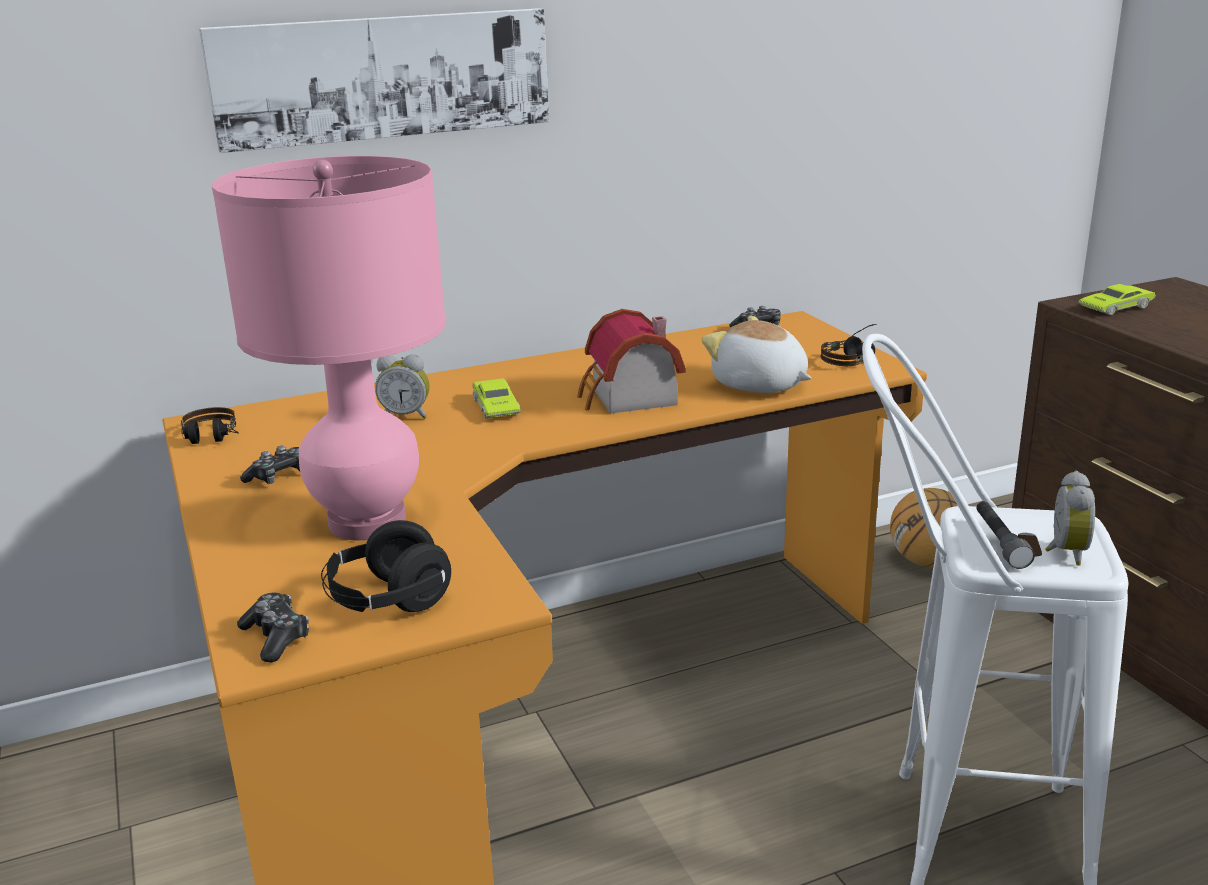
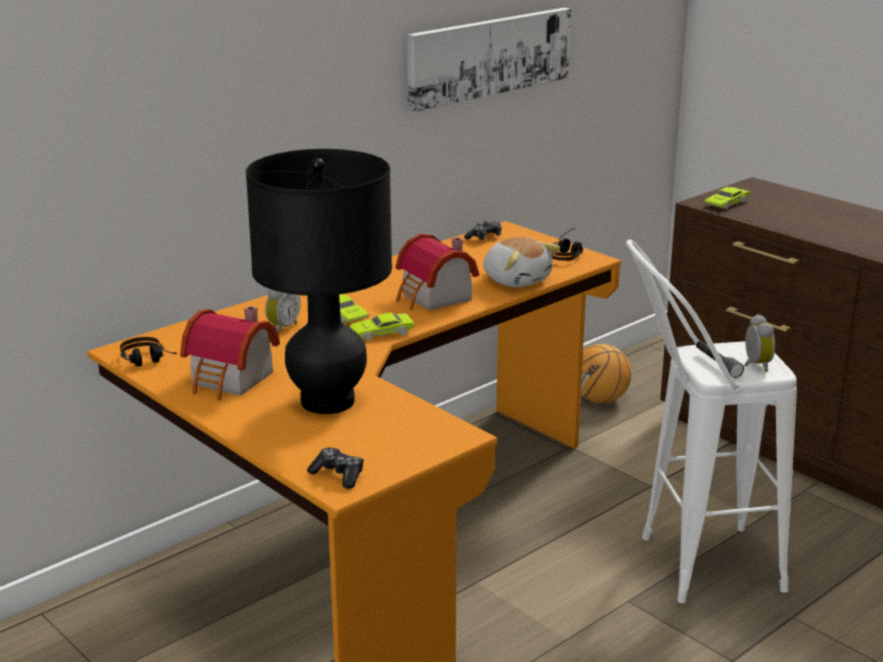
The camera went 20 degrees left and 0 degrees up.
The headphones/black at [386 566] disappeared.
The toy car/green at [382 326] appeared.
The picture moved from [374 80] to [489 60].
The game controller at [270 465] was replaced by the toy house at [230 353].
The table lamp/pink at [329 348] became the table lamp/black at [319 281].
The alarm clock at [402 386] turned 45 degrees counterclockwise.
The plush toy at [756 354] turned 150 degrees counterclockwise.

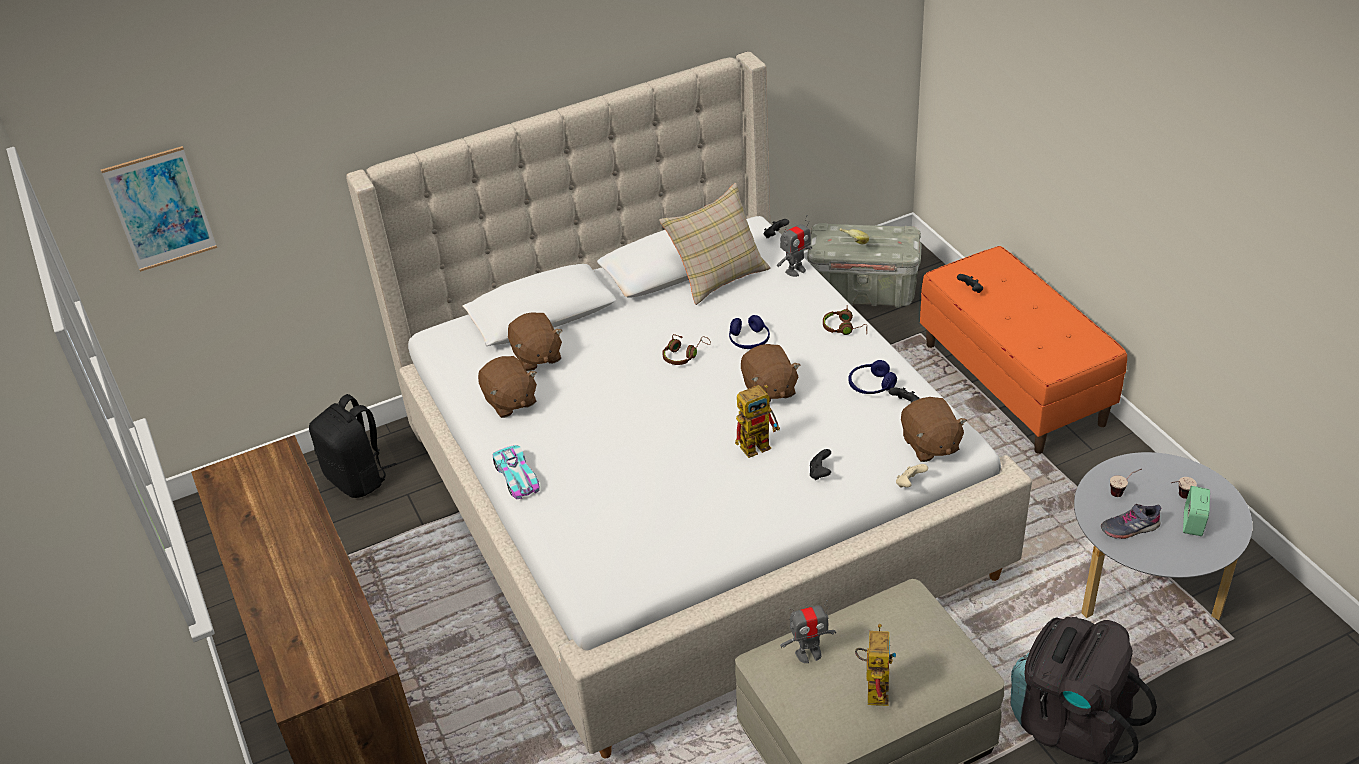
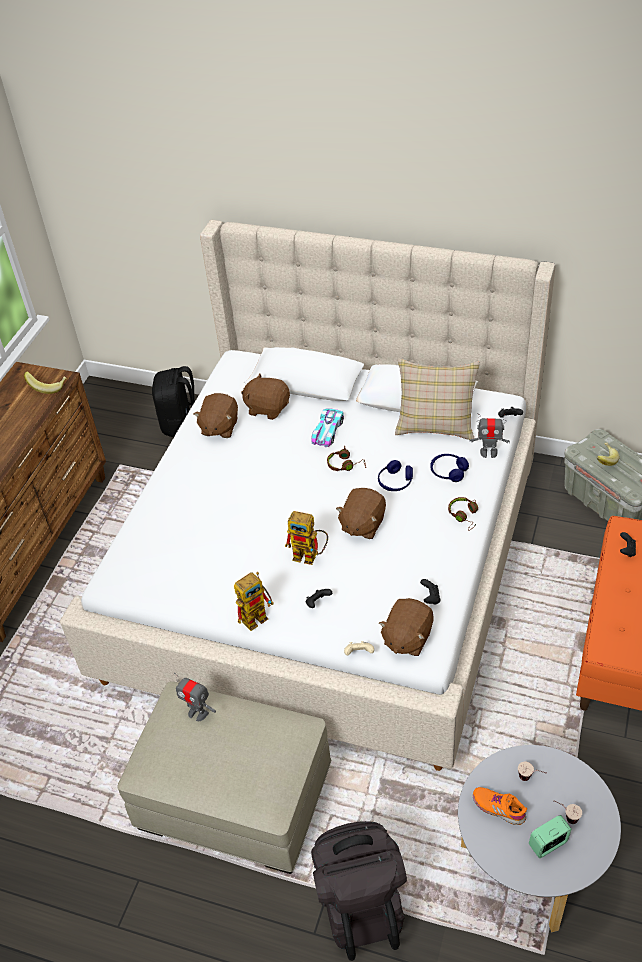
The camera went 45 degrees right and 5 degrees up.
The picture at [159 209] disappeared.
The banana at [45 382] appeared.
The toy car moved from [516 472] to [327 427].
The headphones/blue moved from [872 377] to [449 468].
The toy robot moved from [875 665] to [254 601].
The shoe/grey at [1131 521] became the shoe/orange at [500 806].
The plush toy/brown at [535 341] turned 90 degrees clockwise.

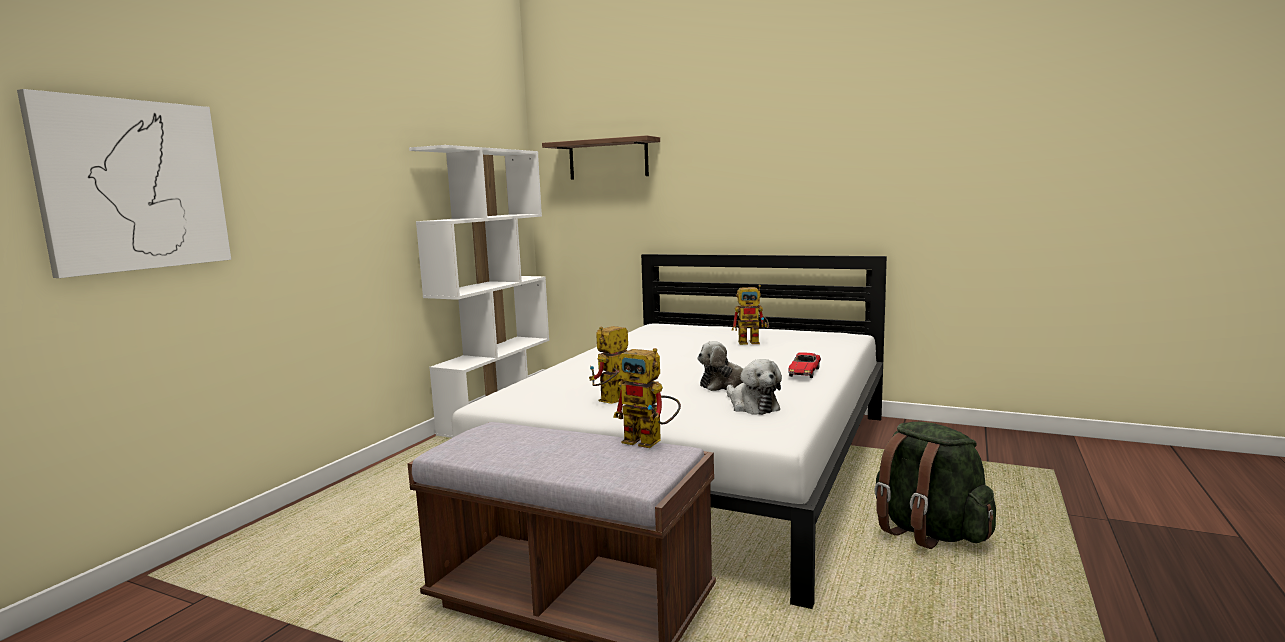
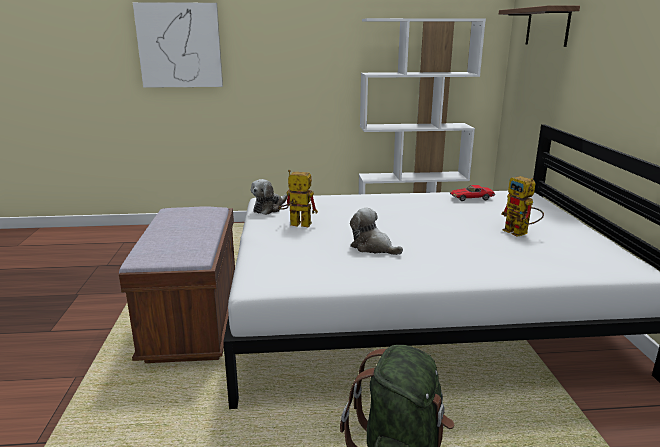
The camera went 60 degrees right and 10 degrees up.
The toy robot at [647 398] disappeared.
The plush toy moved from [754 387] to [269 197].
The toy car moved from [804 365] to [472 193].

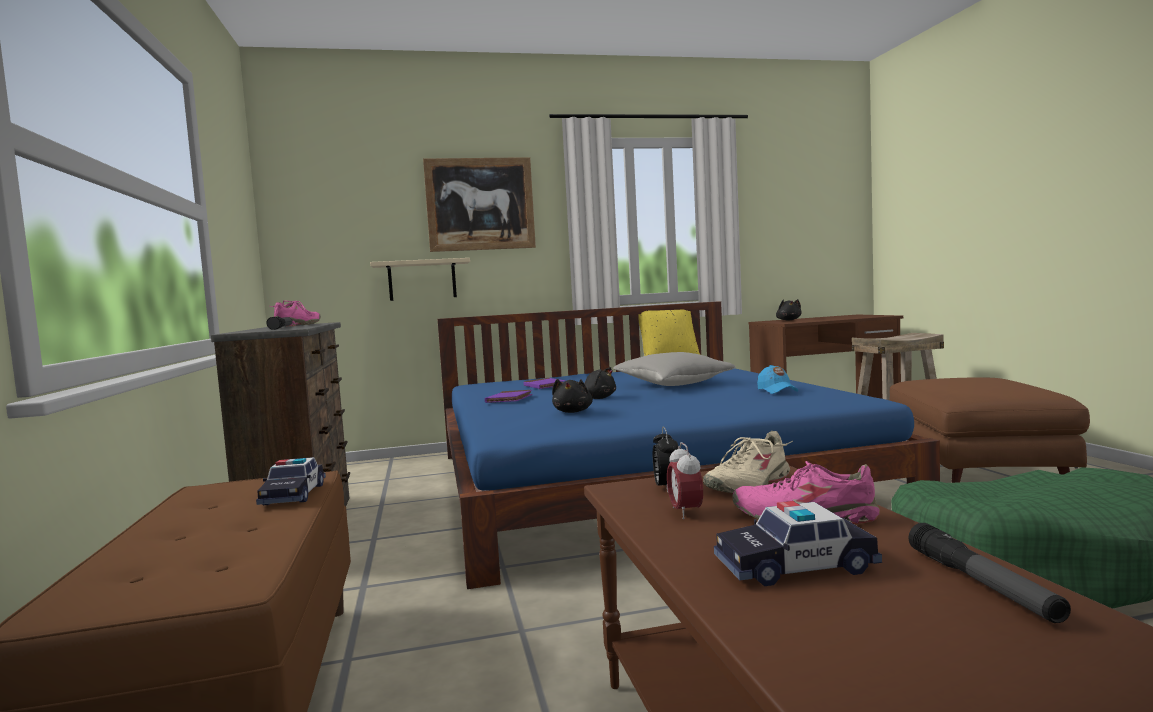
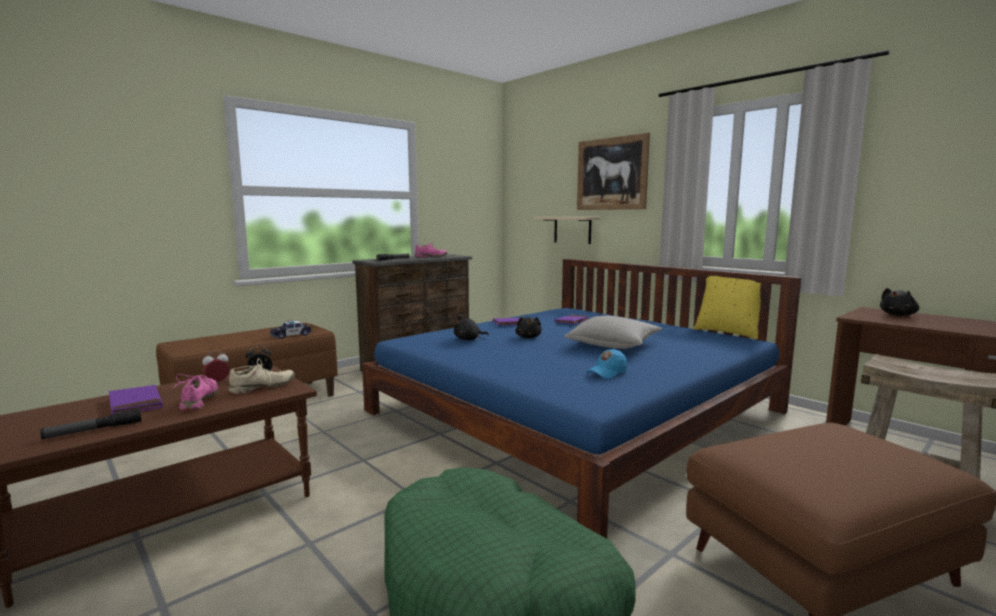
The camera went 60 degrees right and 5 degrees up.
The toy car at [798 543] was replaced by the book/purple at [136 399].
The shoe/beige at [748 462] turned 120 degrees clockwise.

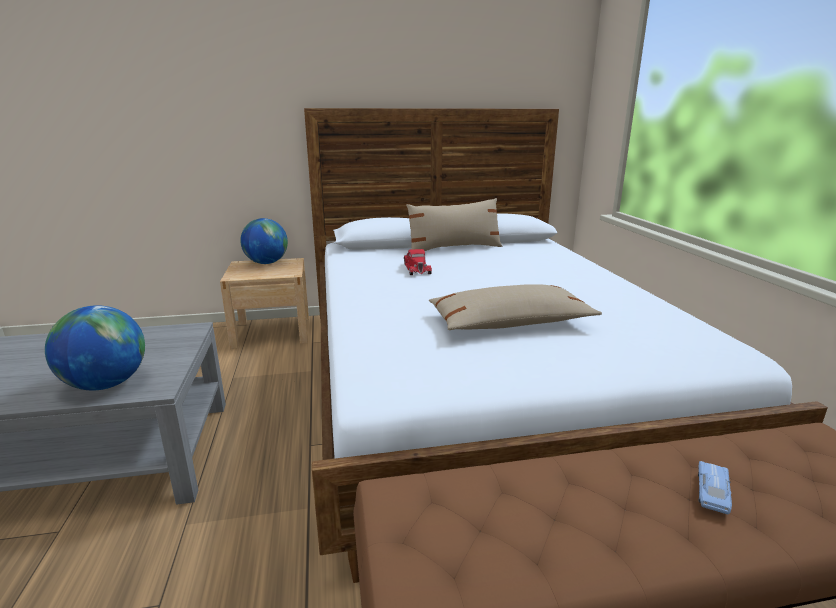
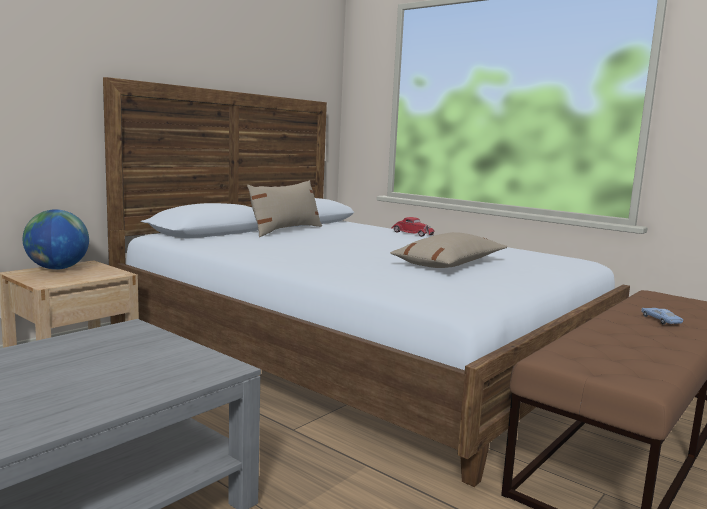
The camera went 40 degrees left and 10 degrees down.
The globe at [95 347] disappeared.
The toy car/red moved from [417 262] to [413 227].

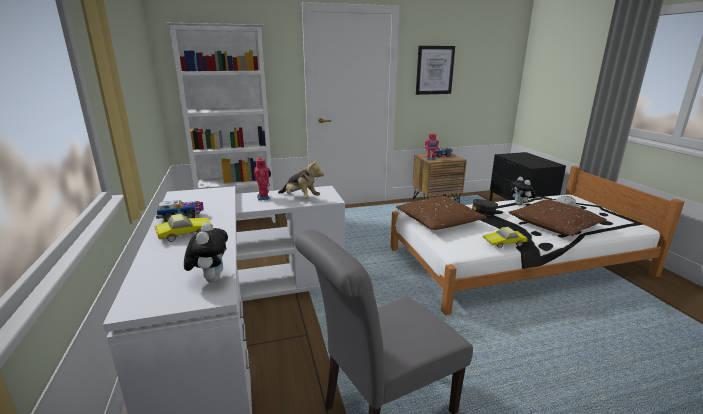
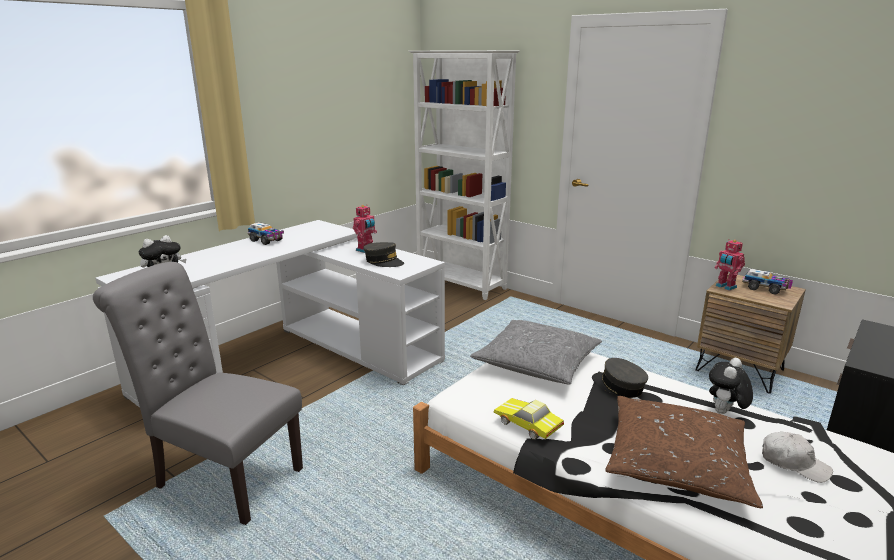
The camera went 55 degrees right and 0 degrees up.
The toy car at [184 228] disappeared.
The picture at [435 70] disappeared.
The plush toy at [301 179] was replaced by the cap/grey at [383 254].
The pillow/brown at [441 213] became the pillow/grey at [536 352].

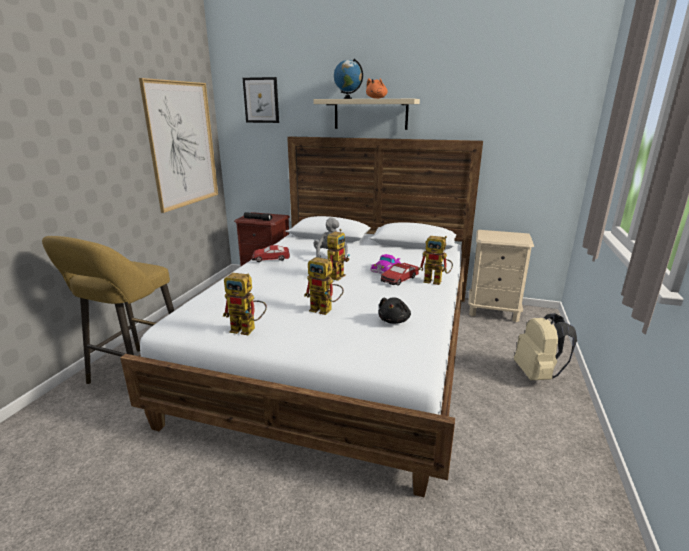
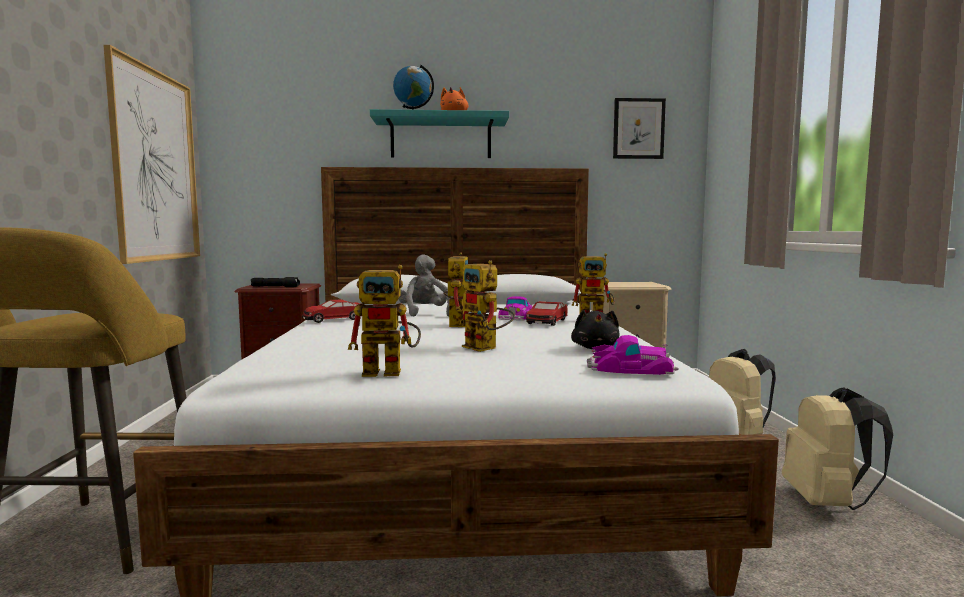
The camera went 20 degrees left and 15 degrees down.
The toy car at [633 355] appeared.
The backpack/beige at [837 448] appeared.
The picture moved from [261 100] to [639 128].
The shelf/beige at [366 114] became the shelf/turquoise at [439 133].
The toy robot at [324 286] turned 45 degrees clockwise.

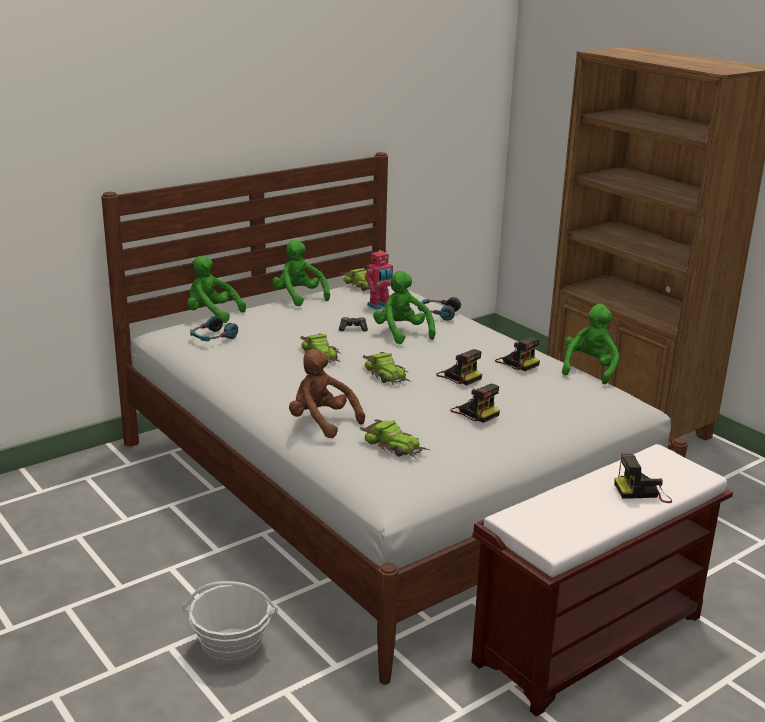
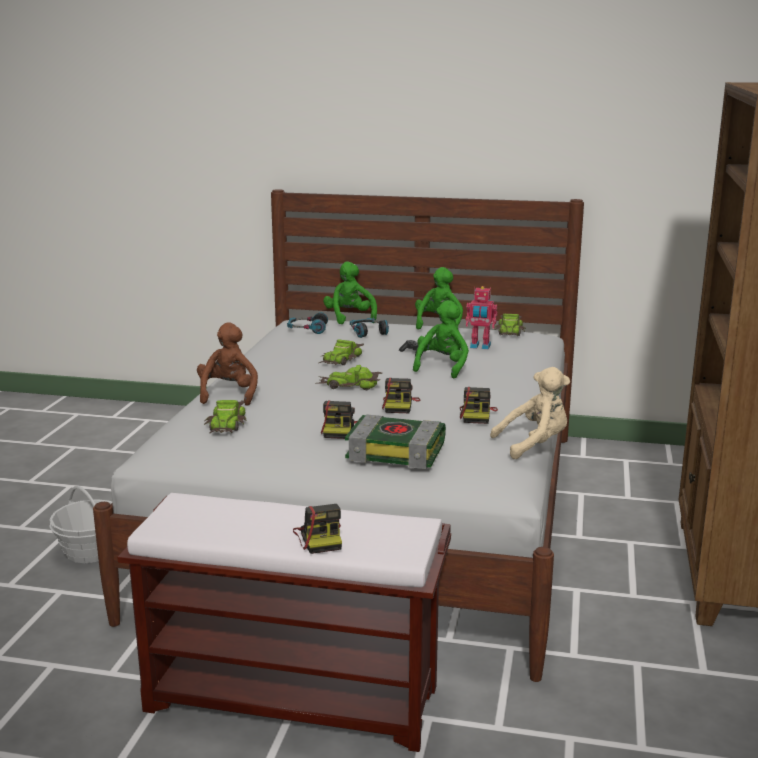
The camera went 50 degrees right and 5 degrees down.
The book at [395 442] appeared.
The headphones moved from [439 308] to [369 328].
The plush toy/green at [590 344] became the plush toy/beige at [530 413].
The toy car at [386 368] turned 75 degrees clockwise.
The photo camera at [643 478] turned 150 degrees counterclockwise.

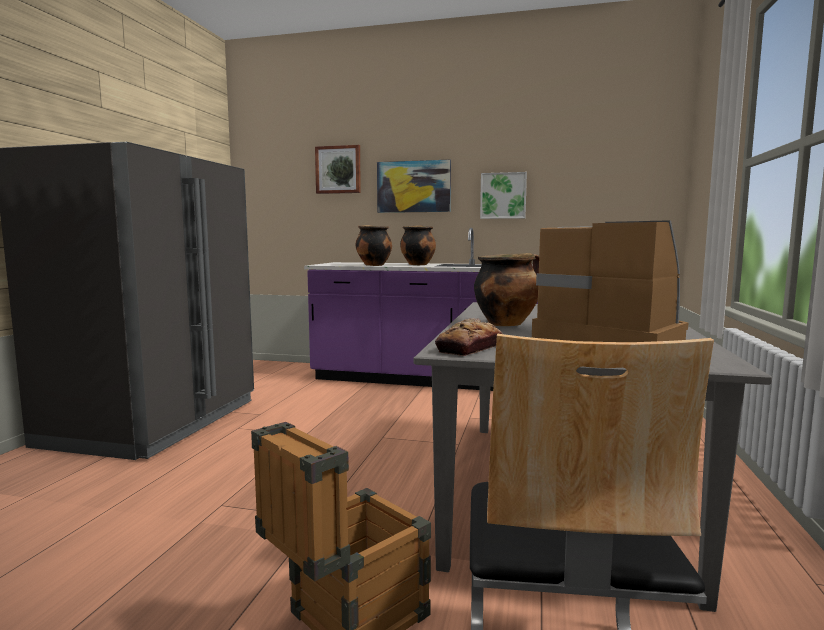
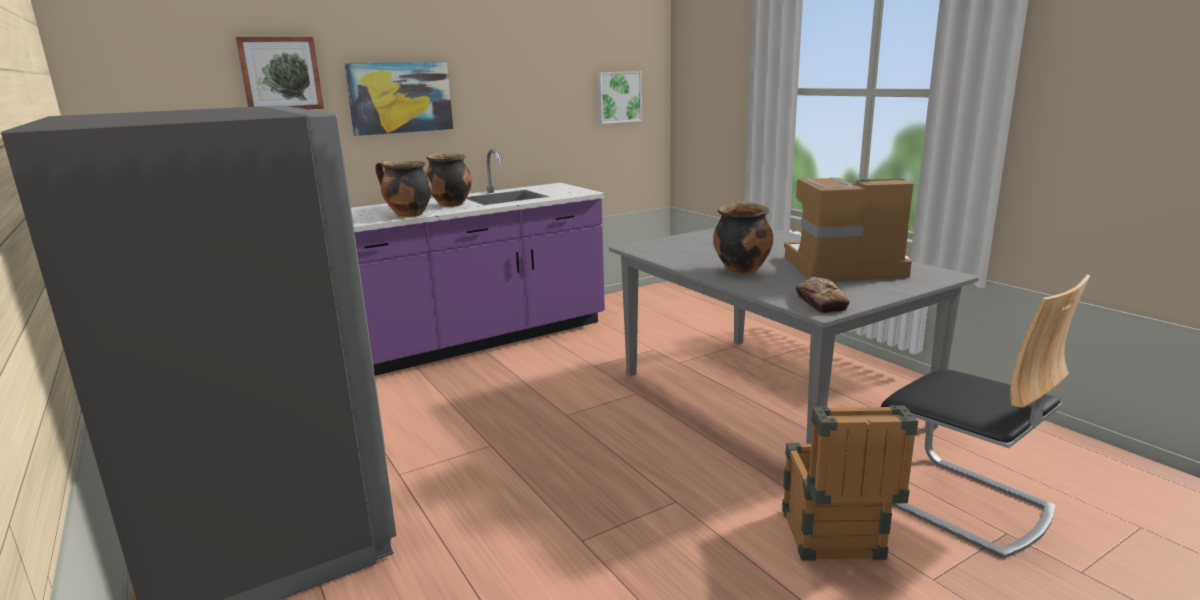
The camera went 45 degrees left and 10 degrees up.
The picture moved from [503 195] to [619 97].

